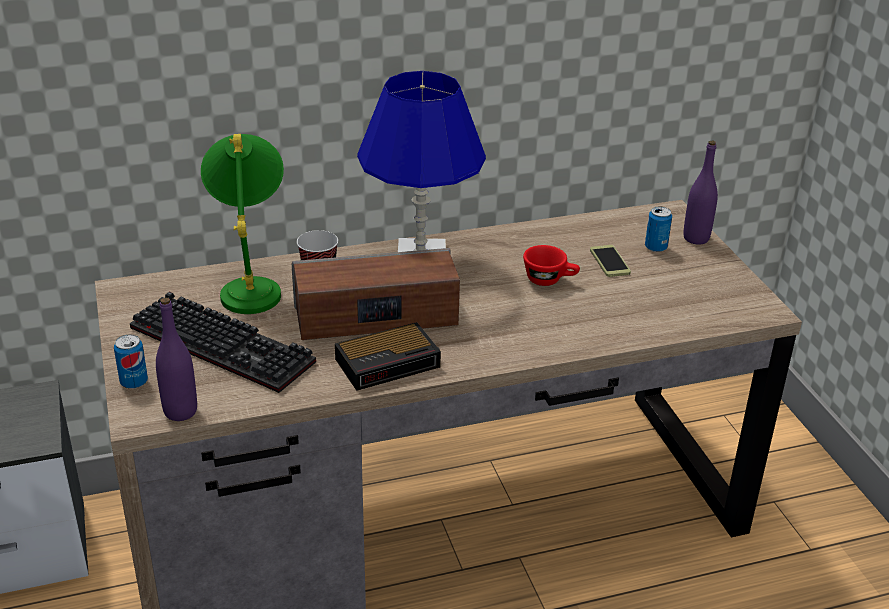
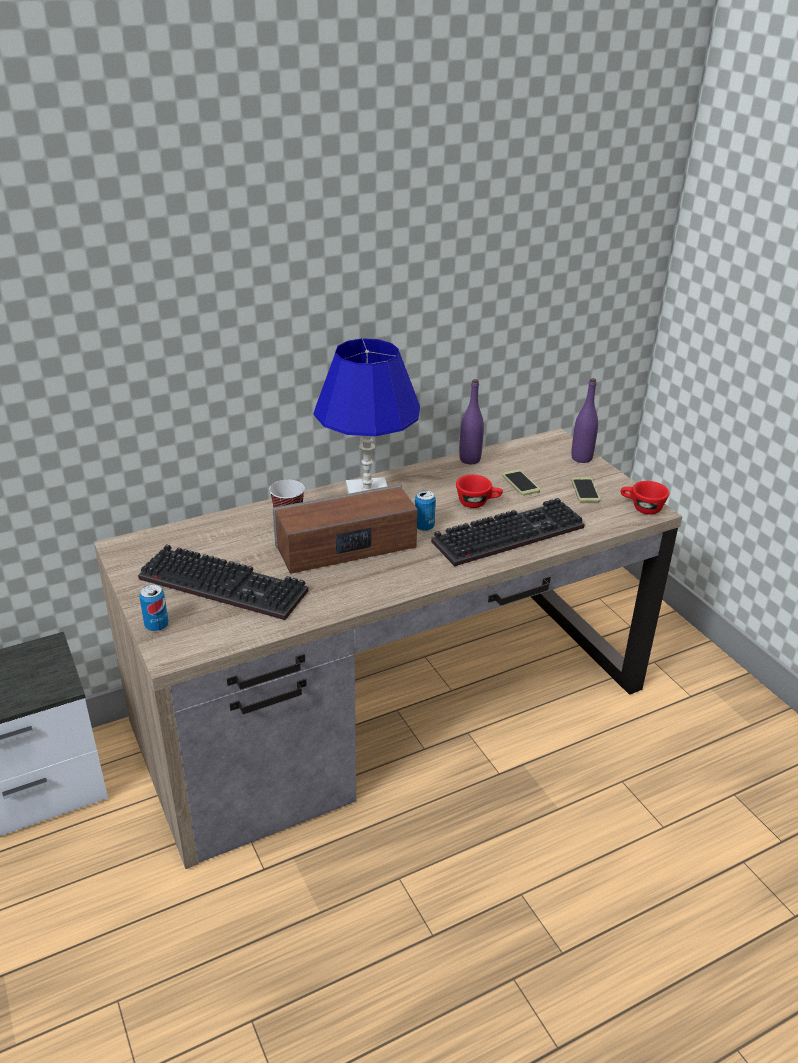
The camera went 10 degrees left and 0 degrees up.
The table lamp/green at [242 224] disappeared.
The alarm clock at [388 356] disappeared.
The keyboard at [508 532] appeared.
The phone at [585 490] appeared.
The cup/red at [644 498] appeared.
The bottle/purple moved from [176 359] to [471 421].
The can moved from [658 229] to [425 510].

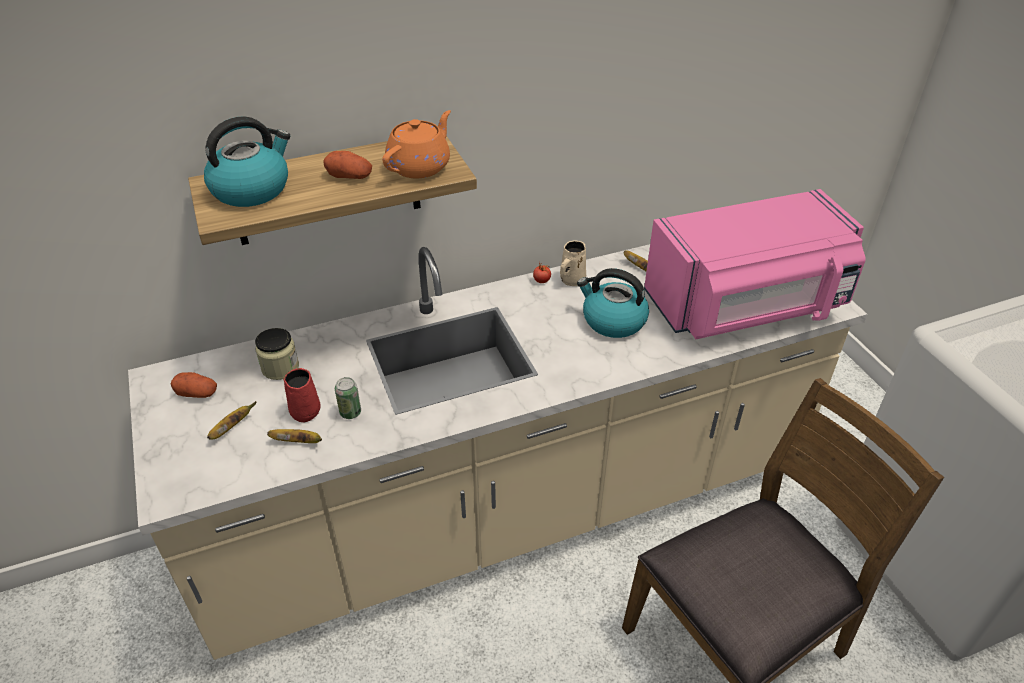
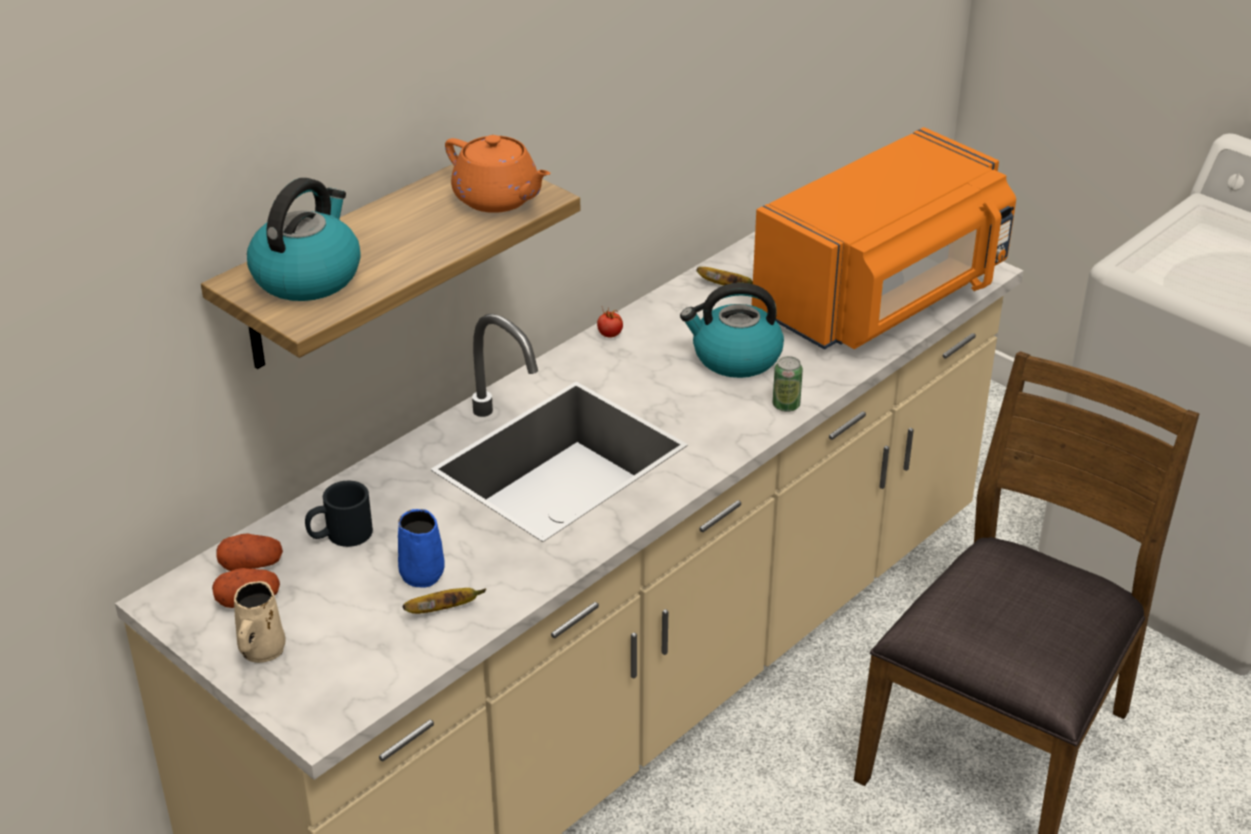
The camera went 25 degrees left and 5 degrees down.
The banana at [231 420] disappeared.
The potato moved from [347 165] to [249 552].
The can moved from [348 398] to [788 384].
The mug/beige moved from [573 263] to [260 622].
The jar at [277 354] was replaced by the mug/black at [339 514].
The mug/red at [302 395] became the mug/blue at [421 548].
The microwave/pink at [755 264] became the microwave/orange at [884 238].
The teapot/orange at [416 144] turned 120 degrees clockwise.

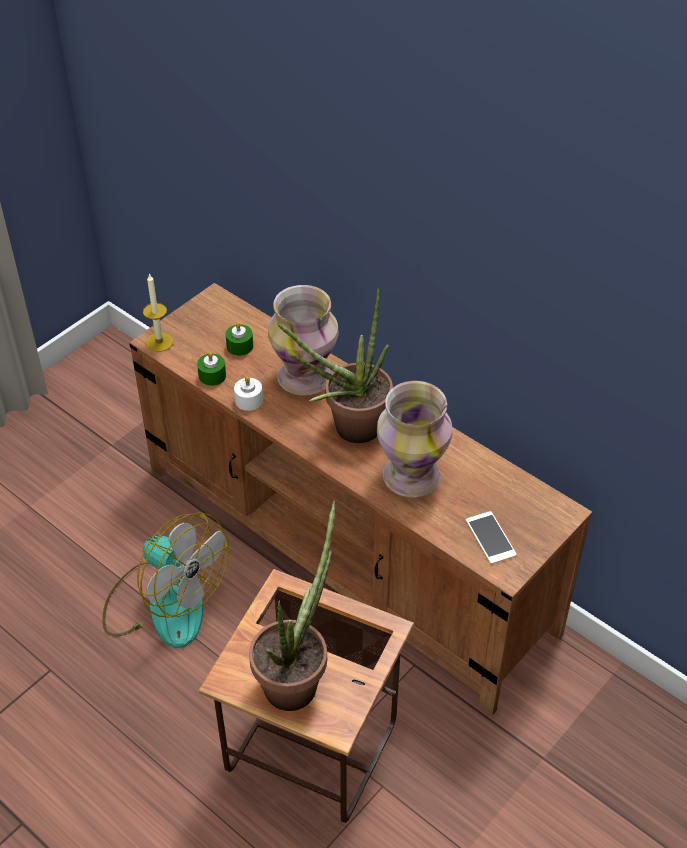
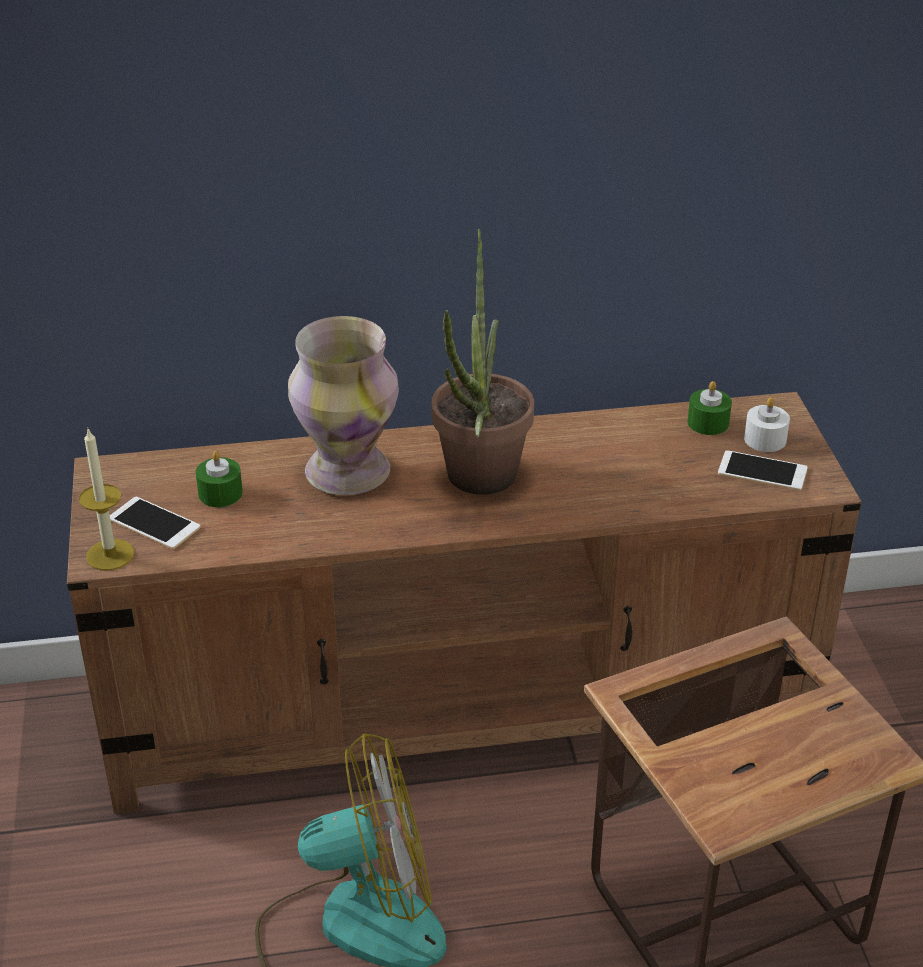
The camera went 50 degrees left and 10 degrees down.
The potted plant at [292 605] disappeared.
The vase at [414 439] disappeared.
The phone at [155 523] appeared.
The candle/green moved from [211 369] to [709 408].
The candle/white moved from [248 393] to [767 424].

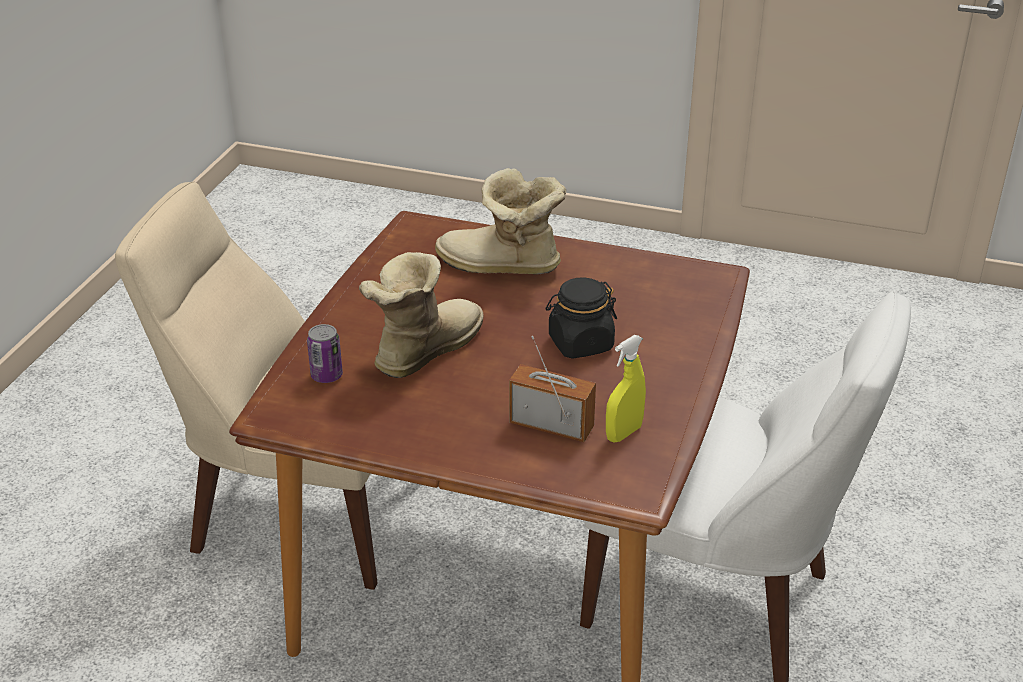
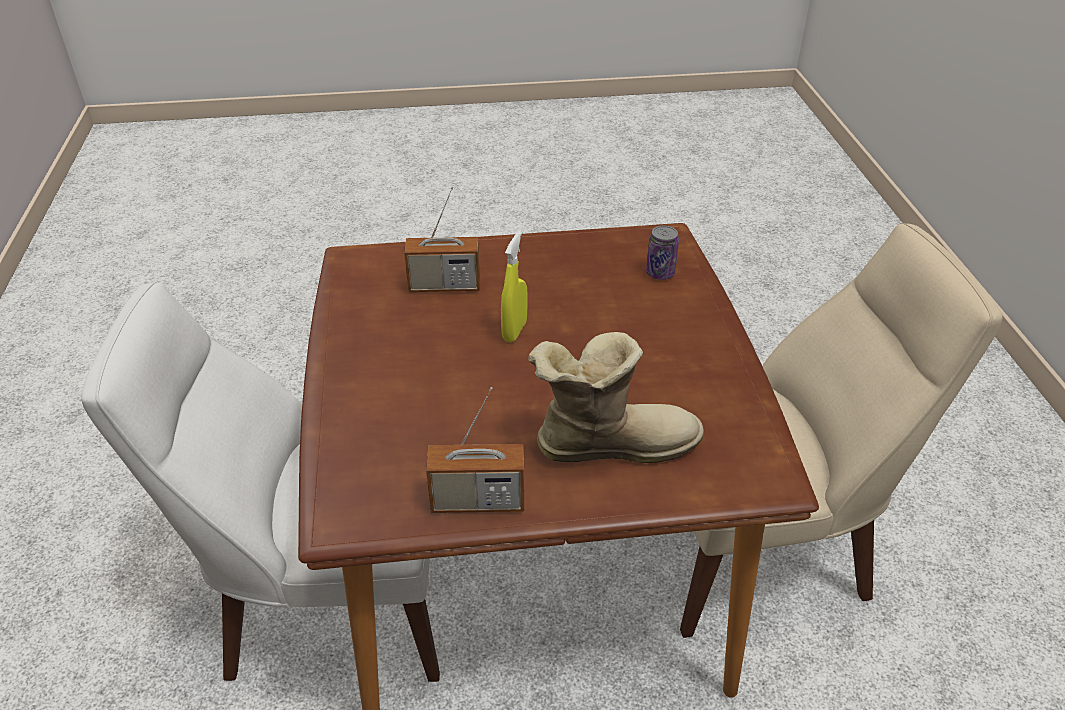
The camera went 155 degrees right and 5 degrees up.
The boot at [421 315] disappeared.
The jar/black at [581 317] disappeared.
The radio at [475 450] appeared.
The spray bottle/yellow moved from [626 388] to [514 286].

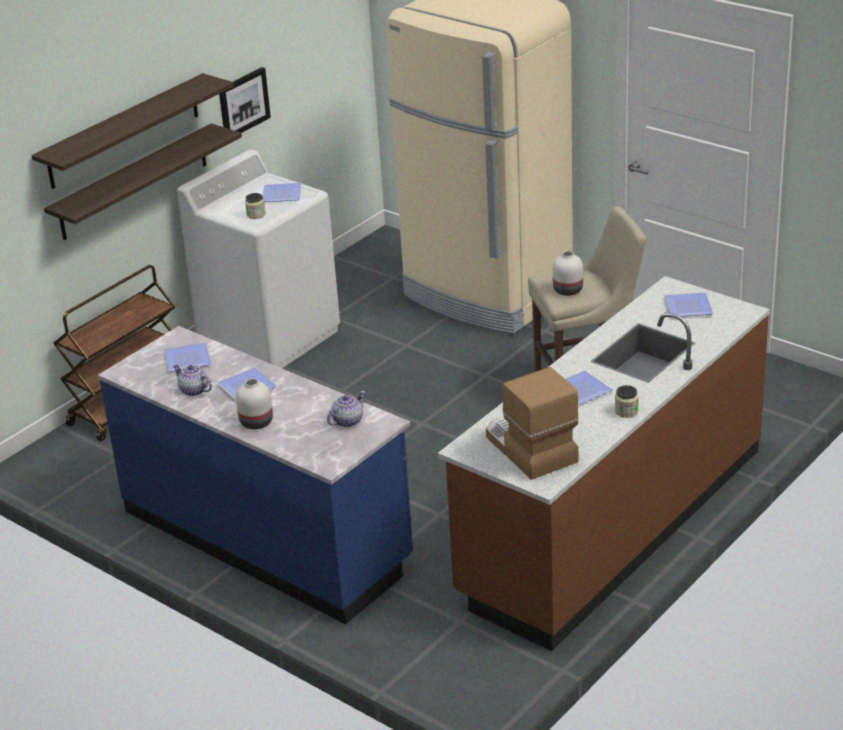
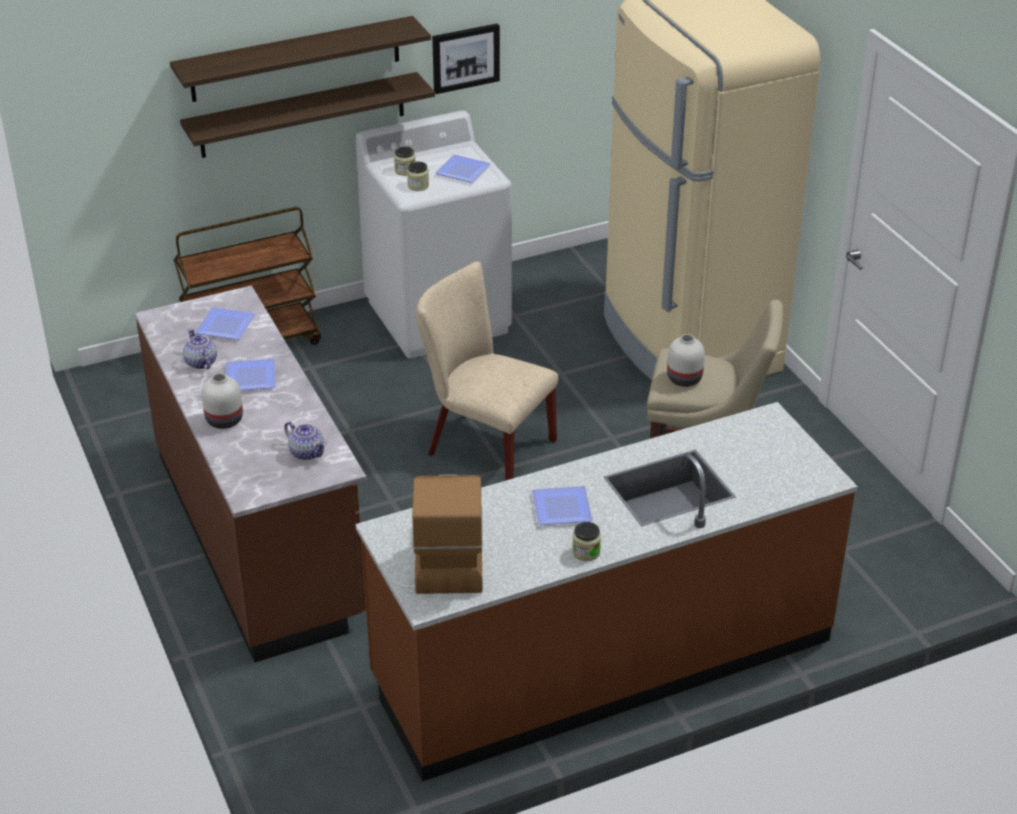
The camera went 25 degrees right and 5 degrees up.
The plate at [689 305] disappeared.
The jar at [404 161] appeared.
The chair/beige at [487 371] appeared.
The counter/blue at [255 475] became the counter/brown at [251 474].
The teapot at [346 409] turned 60 degrees clockwise.

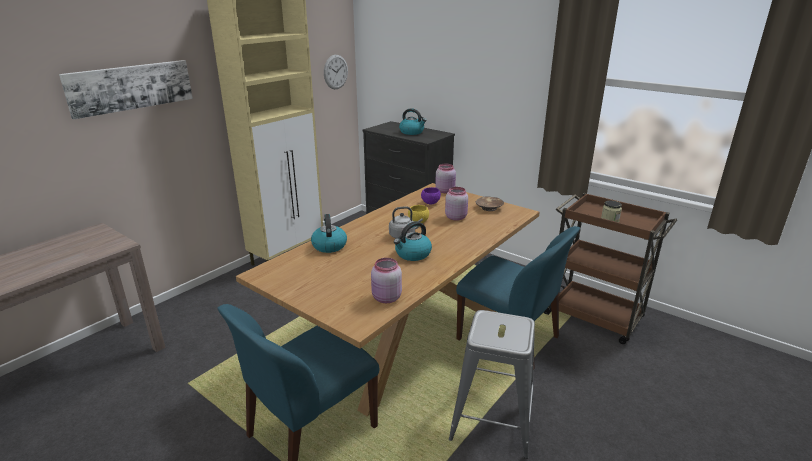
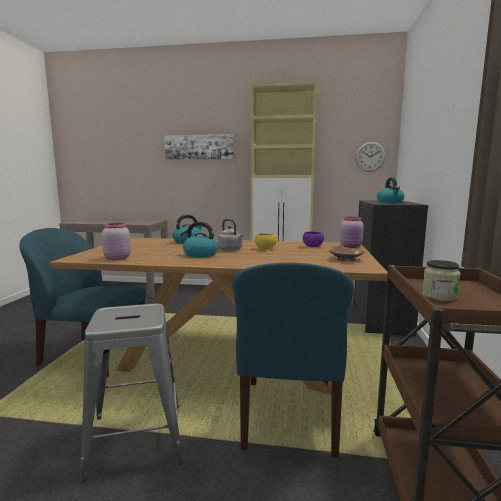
The camera went 60 degrees right and 15 degrees down.
The jar/pink at [456 204] disappeared.

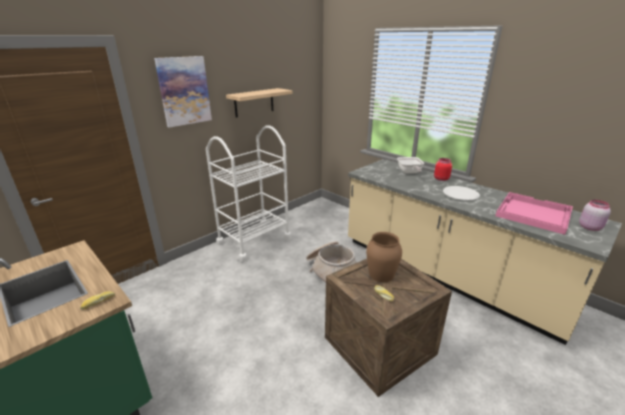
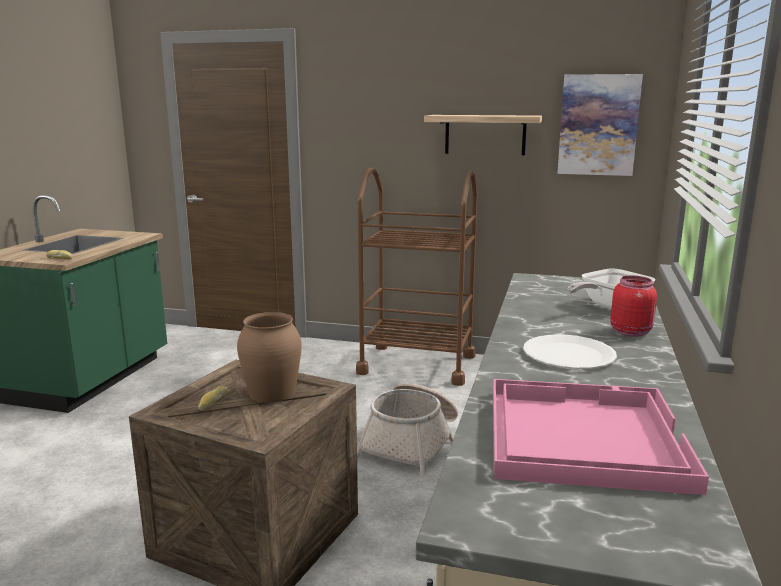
The camera went 60 degrees right and 10 degrees down.
The jar/pink at [595 215] disappeared.
The picture moved from [183 92] to [600 125].
The cart/white at [249 193] became the cart/brown at [416 277].

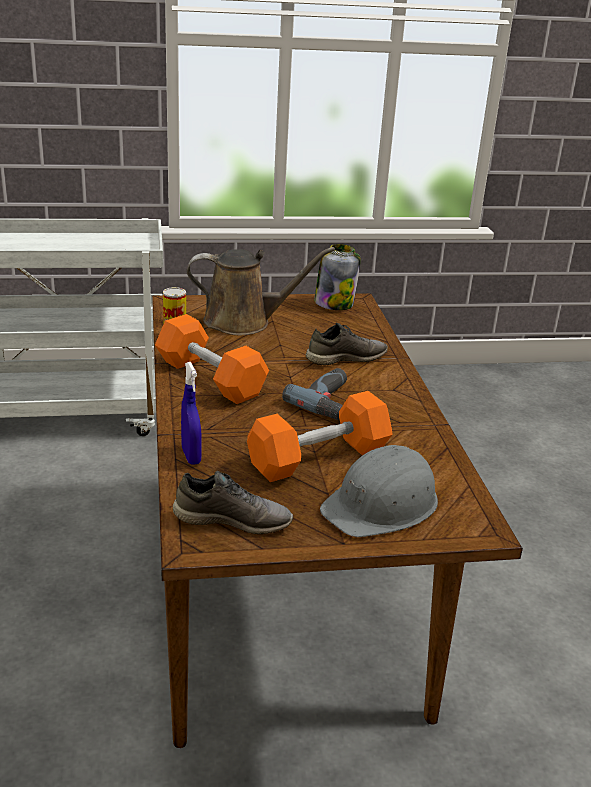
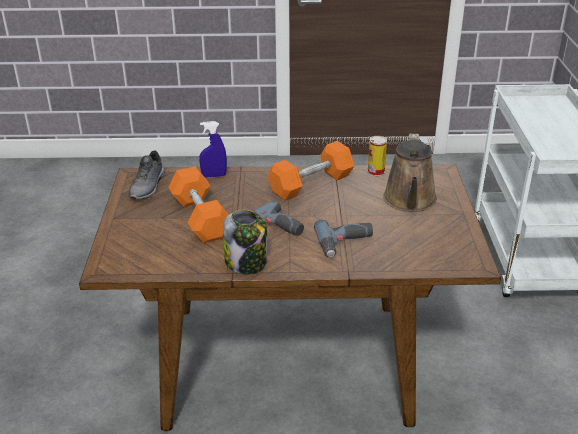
The camera went 100 degrees right and 5 degrees up.
The hard hat/grey at [379 490] disappeared.
The jar moved from [337 277] to [245 242].
The shoe/grey at [347 343] was replaced by the power drill at [343 238].

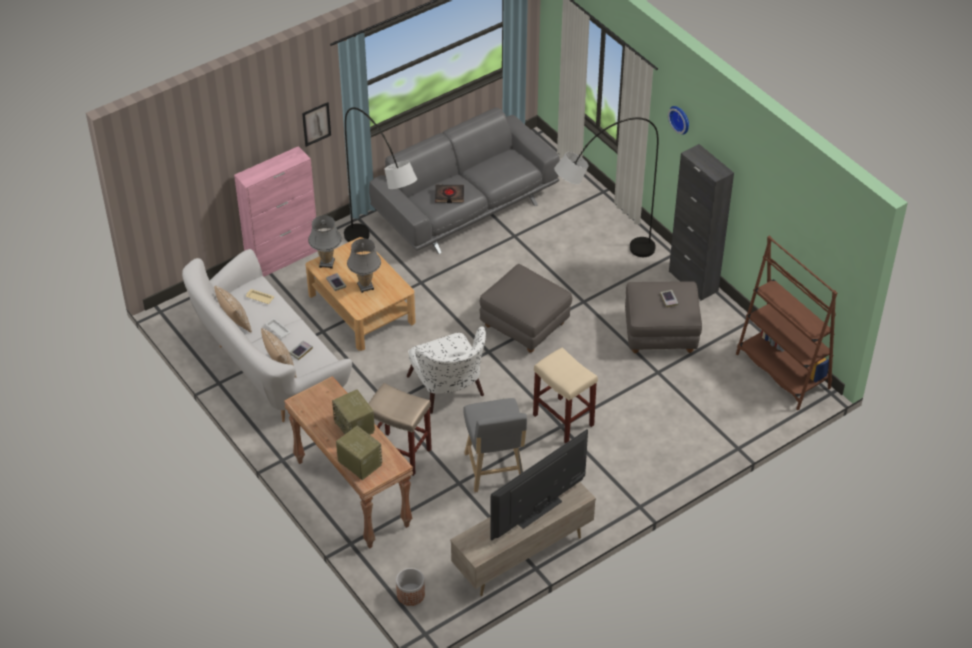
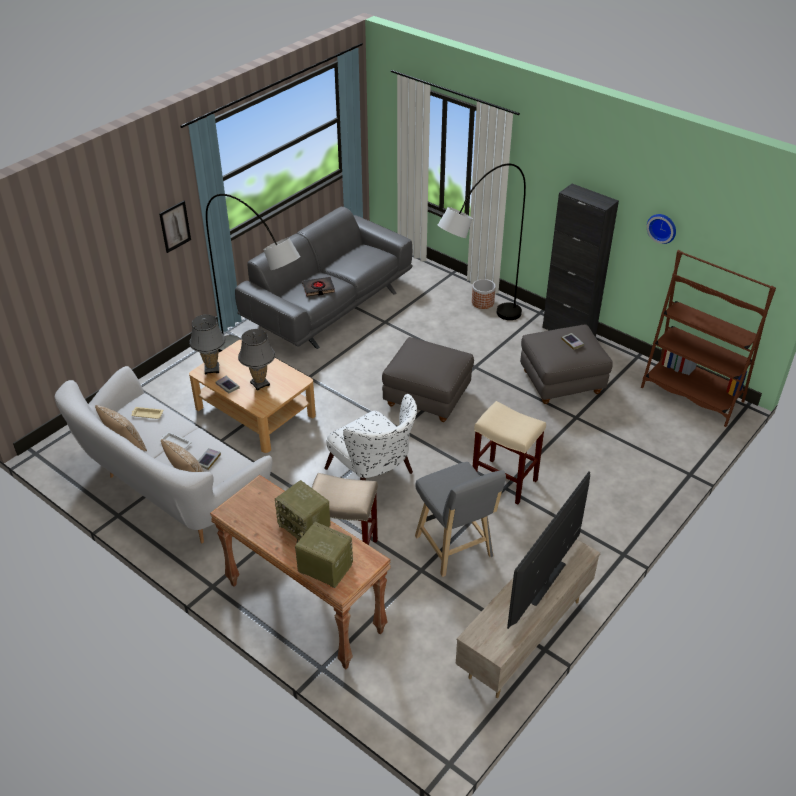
The camera went 15 degrees left and 5 degrees down.
The cabinet/pink at [276 211] disappeared.
The planter moved from [410 587] to [484 294].
The wall clock moved from [678 120] to [661 229].

